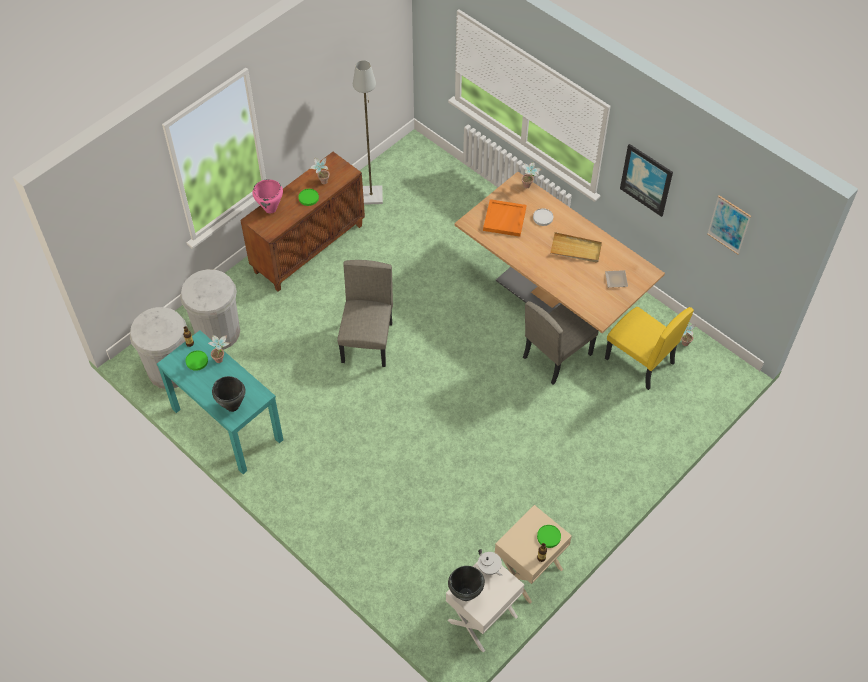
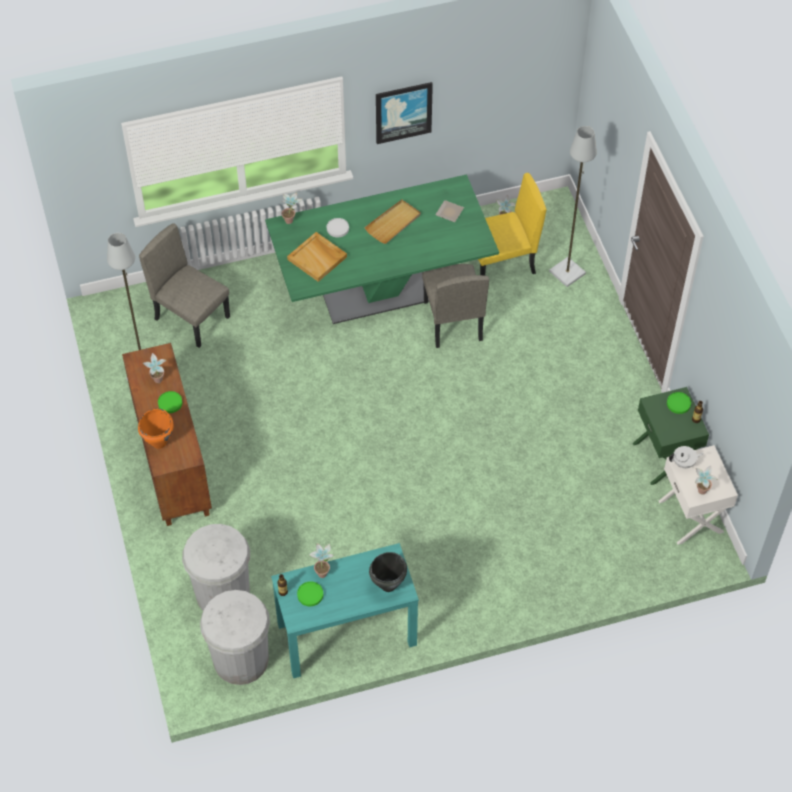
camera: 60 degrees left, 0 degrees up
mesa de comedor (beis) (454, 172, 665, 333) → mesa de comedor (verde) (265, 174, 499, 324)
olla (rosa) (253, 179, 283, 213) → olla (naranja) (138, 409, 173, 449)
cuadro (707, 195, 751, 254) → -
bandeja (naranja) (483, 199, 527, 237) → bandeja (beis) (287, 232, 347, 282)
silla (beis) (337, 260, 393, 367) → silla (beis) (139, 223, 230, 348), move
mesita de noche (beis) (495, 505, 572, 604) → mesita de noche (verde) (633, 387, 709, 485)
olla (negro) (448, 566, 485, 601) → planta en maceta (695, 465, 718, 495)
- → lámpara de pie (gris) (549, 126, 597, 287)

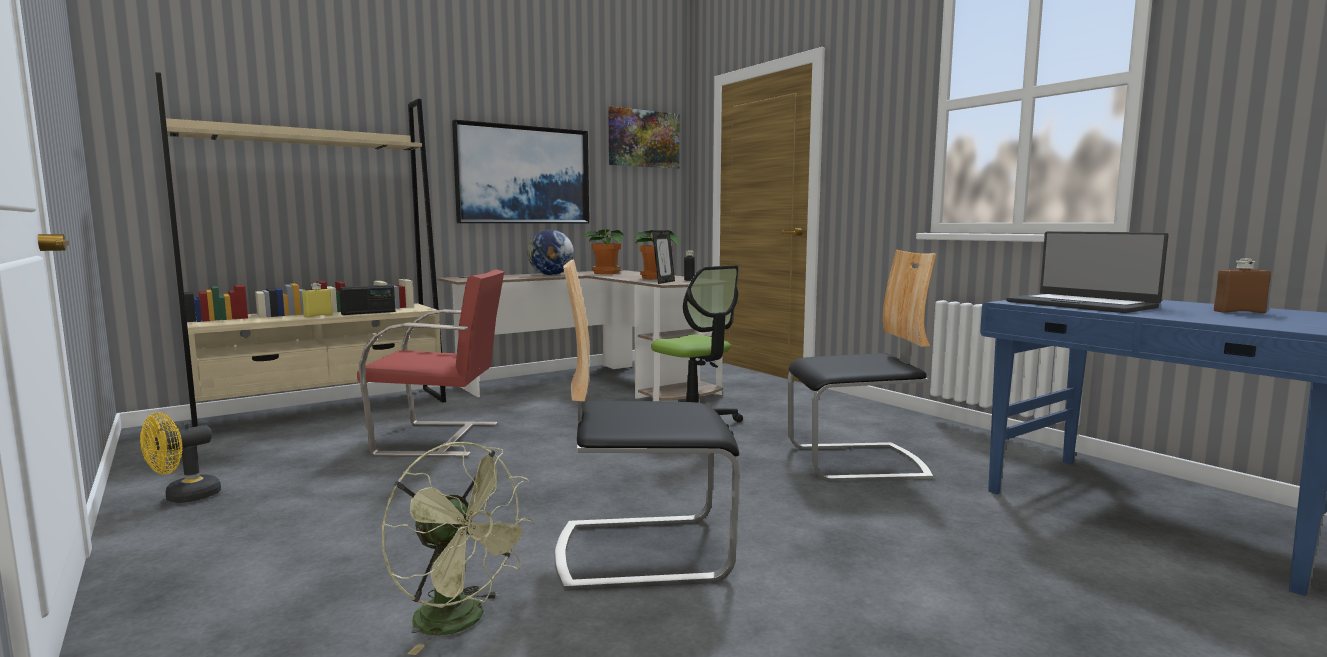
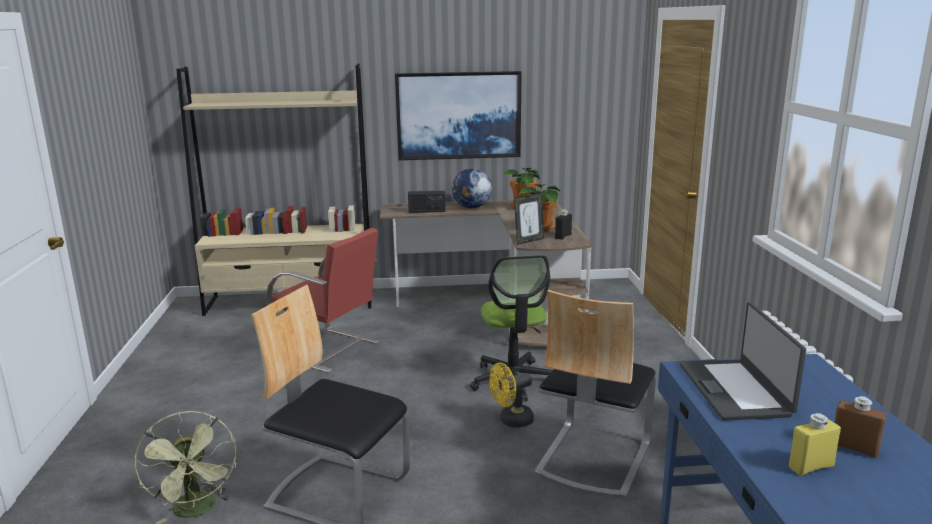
camera: 30 degrees right, 10 degrees up
cuadro (608, 107, 680, 169) → -
silla (787, 250, 936, 482) → silla (534, 290, 656, 498), 90 degrees clockwise
botella (amarillo) (302, 283, 333, 318) → botella (amarillo) (789, 413, 841, 476), move
radio (339, 285, 396, 315) → radio (408, 191, 446, 213), move
ventilador (amarillo) (140, 413, 221, 503) → ventilador (amarillo) (489, 363, 534, 428), move

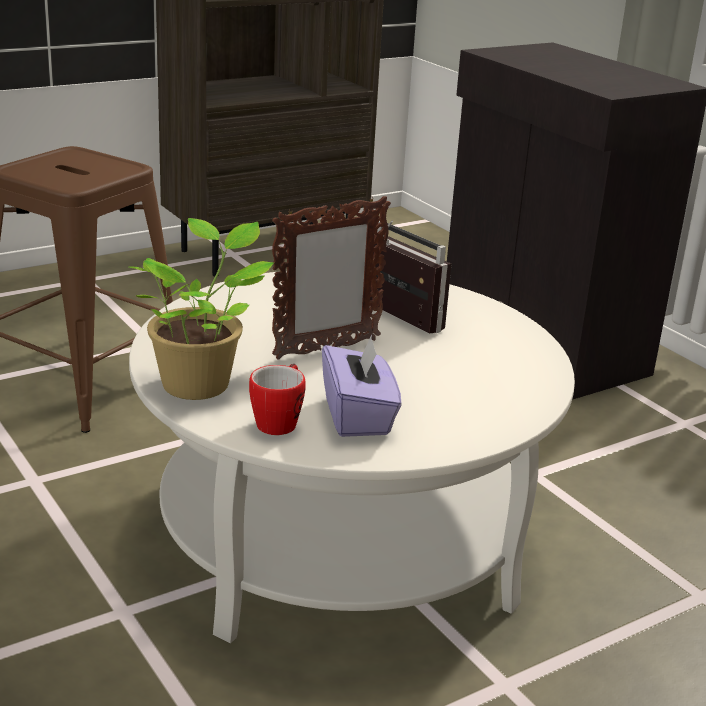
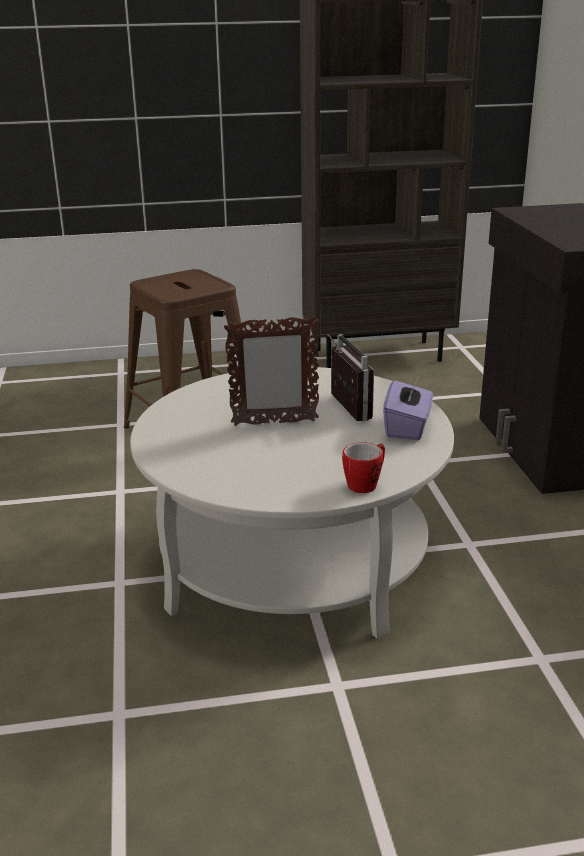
camera: 25 degrees right, 0 degrees up
planta en maceta (129, 218, 274, 400) → -
caja de pañuelos (morado) (322, 335, 402, 437) → caja de pañuelos (morado) (383, 375, 433, 440), move
taza grande (249, 364, 306, 435) → taza grande (342, 442, 385, 493), move

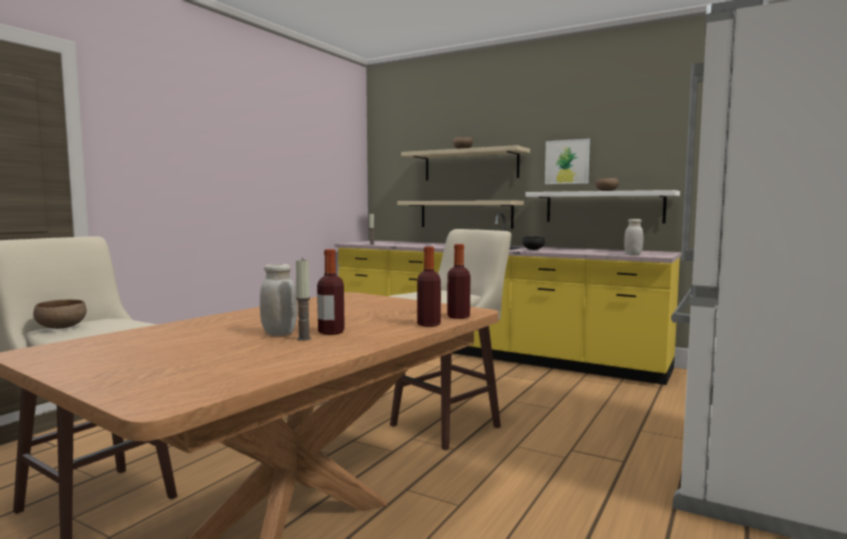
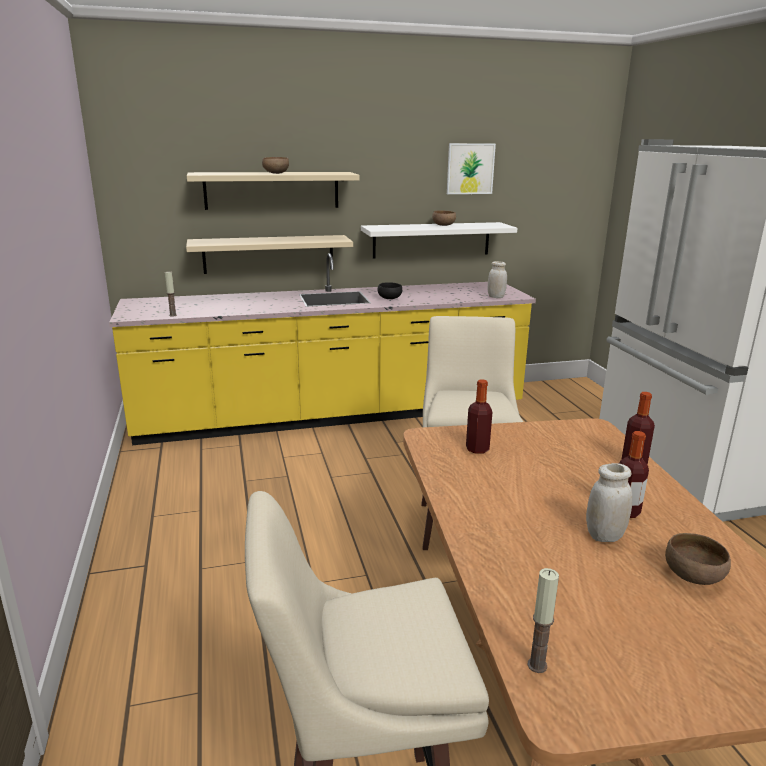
camera: 45 degrees left, 15 degrees up
cuadro (545, 139, 590, 184) → cuadro (447, 143, 496, 194), move
botella (447, 244, 470, 319) → botella (466, 379, 492, 454), move
vela (296, 258, 311, 341) → vela (528, 568, 559, 673), move
cuenco (marrón) (33, 300, 87, 329) → cuenco (marrón) (665, 533, 731, 585), move

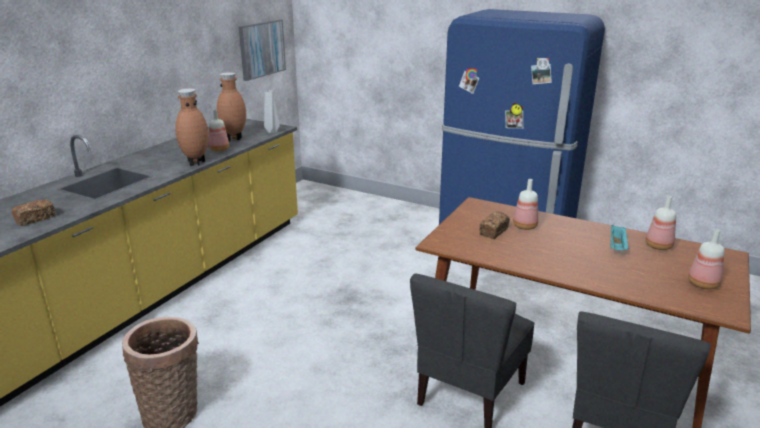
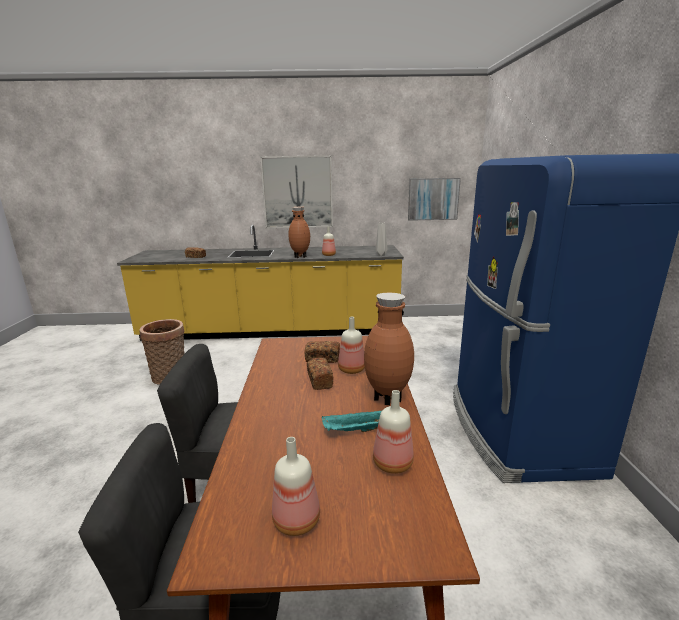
camera: 60 degrees right, 5 degrees down
florero (marrón) (217, 72, 246, 142) → florero (marrón) (364, 293, 414, 405), move
- → cuadro (260, 155, 333, 229)
- → pan (307, 358, 333, 390)

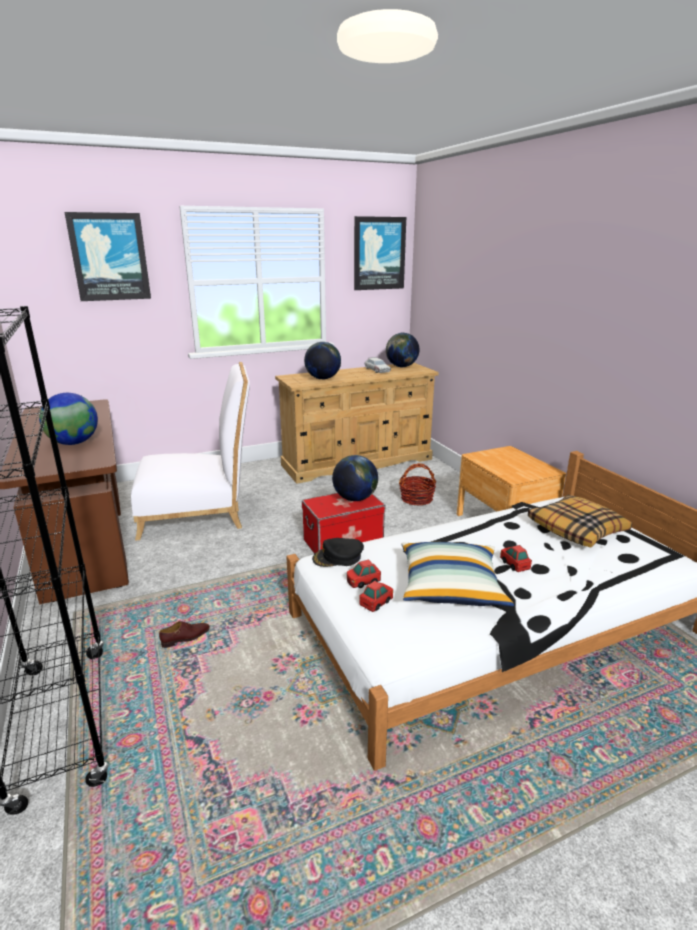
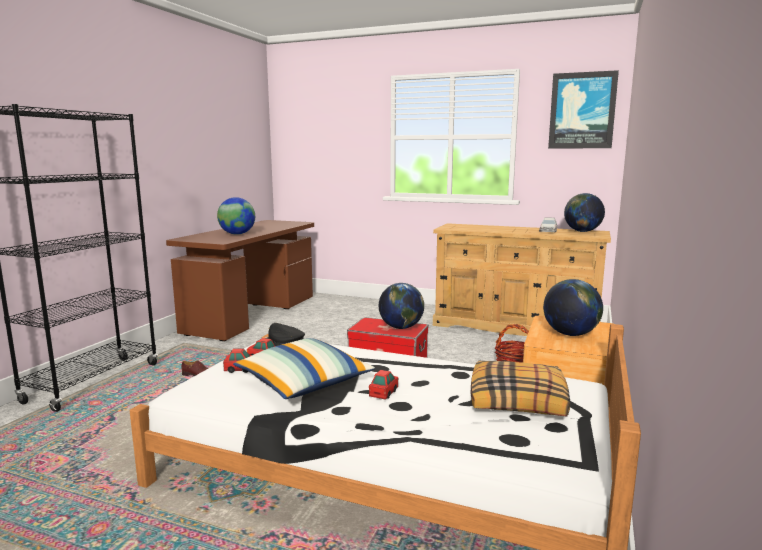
camera: 45 degrees right, 10 degrees down
cuadro (64, 212, 151, 301) → -
globo terráqueo (304, 342, 341, 379) → globo terráqueo (543, 279, 603, 336), move
silla (blanco) (131, 362, 250, 541) → -

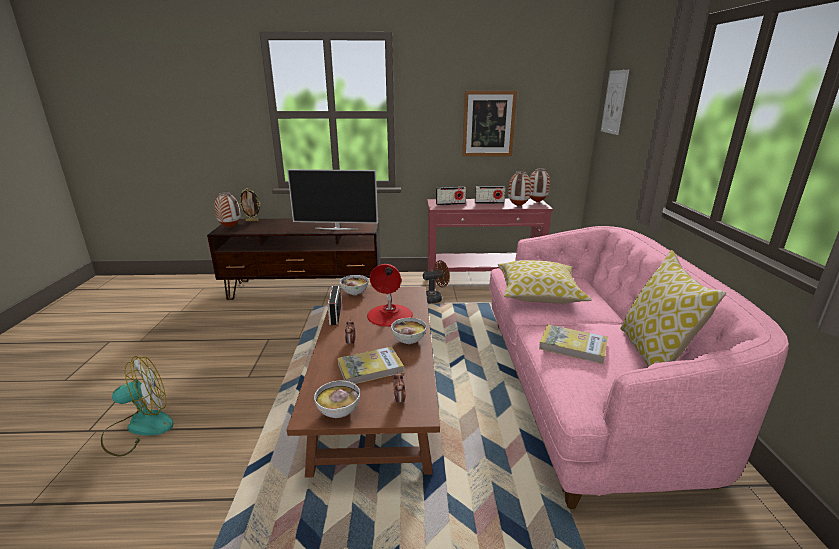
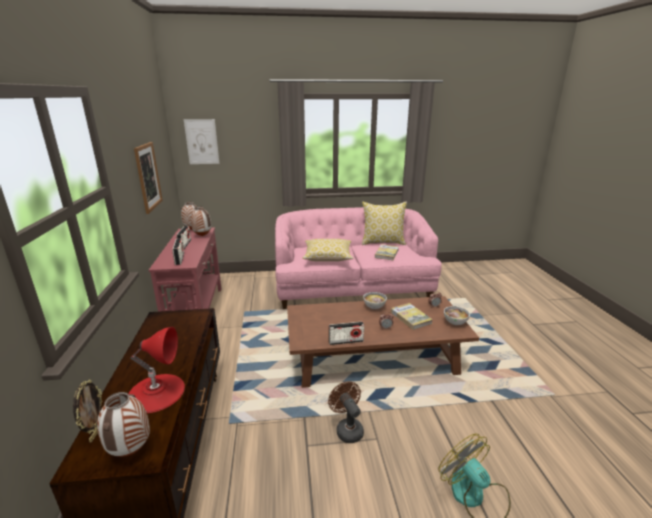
camera: 95 degrees left, 0 degrees up
televisor (287, 169, 378, 230) → -
ventilador (marrón) (423, 260, 449, 304) → ventilador (marrón) (328, 381, 364, 443), move
lámpara de mesa (rojo) (367, 264, 413, 327) → lámpara de mesa (rojo) (128, 327, 185, 413), move
cuenco (340, 275, 369, 295) → -

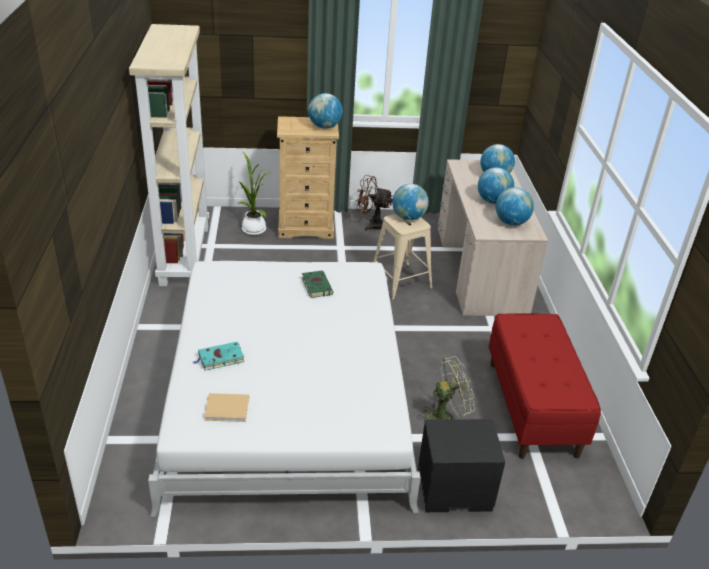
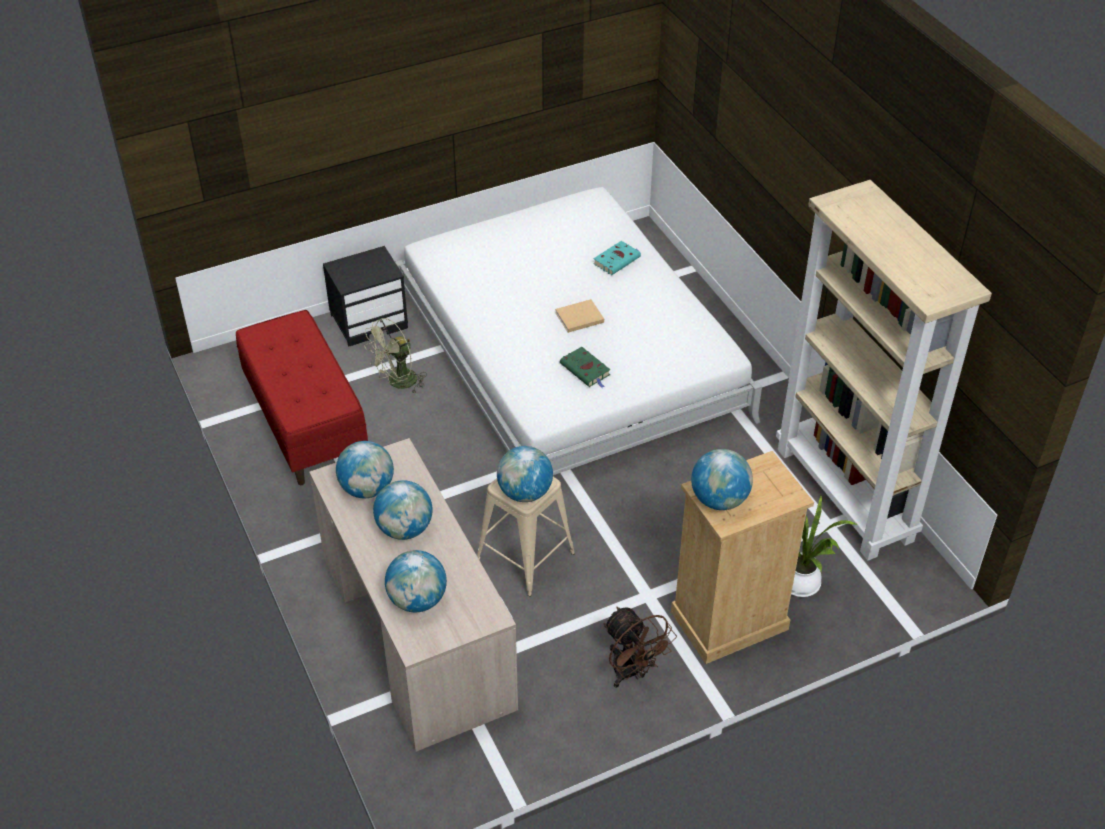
camera: 160 degrees right, 10 degrees up
ventilador (marrón) (356, 175, 393, 231) → ventilador (marrón) (603, 607, 677, 688), 60 degrees clockwise
libro (beis) (204, 393, 249, 422) → libro (beis) (555, 299, 604, 333), move

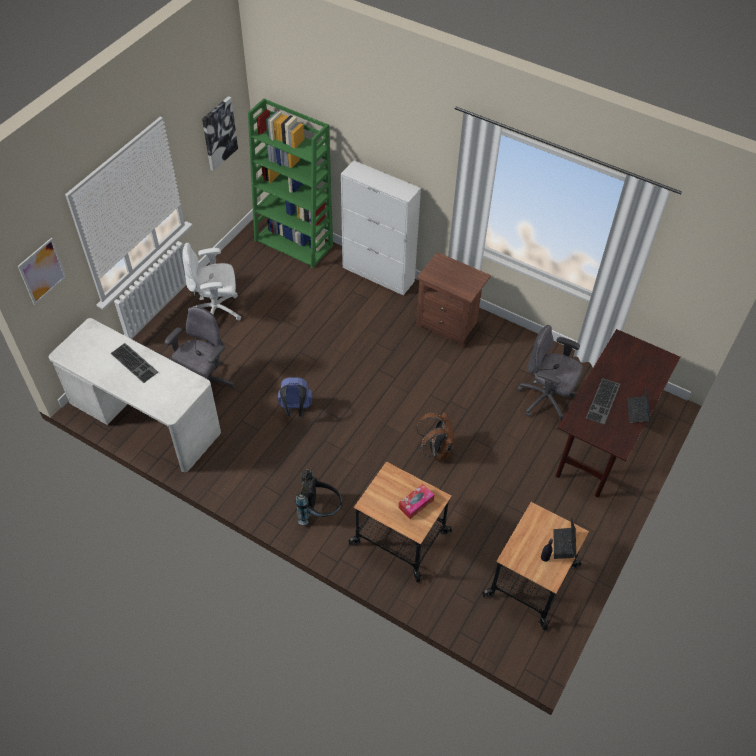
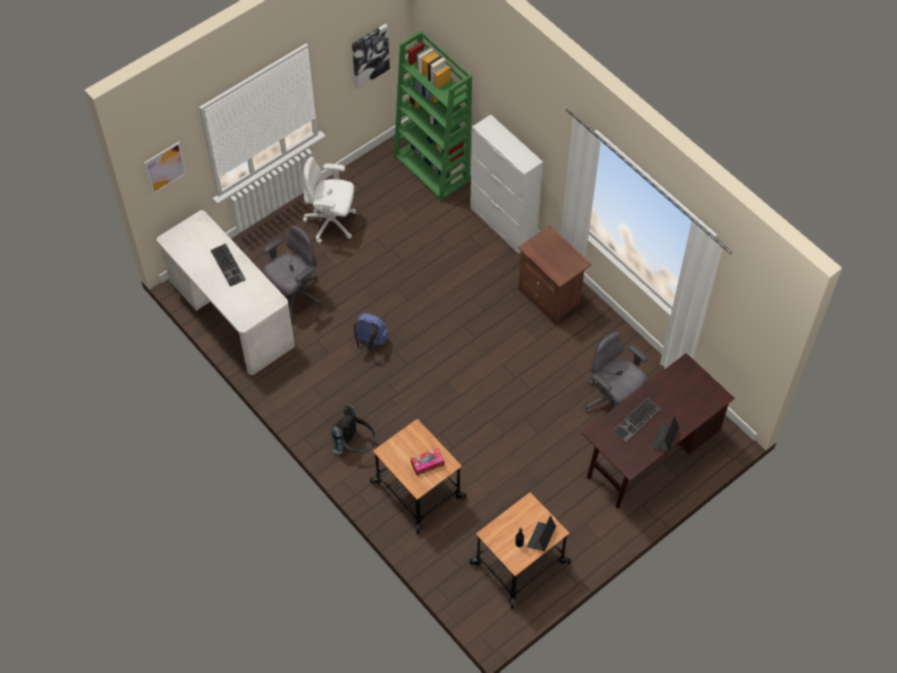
camera: 20 degrees right, 5 degrees up
mochila (marrón) (416, 412, 454, 460) → -

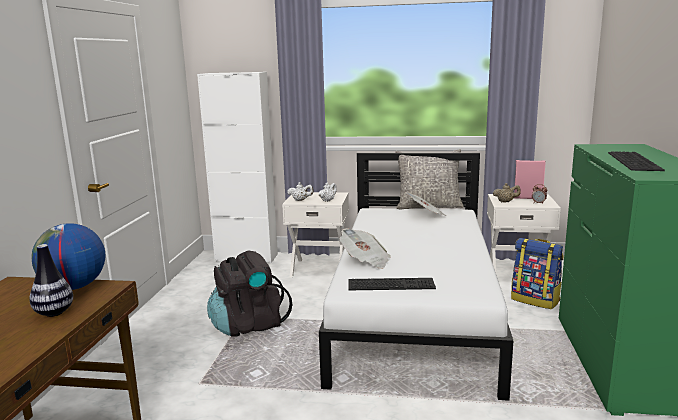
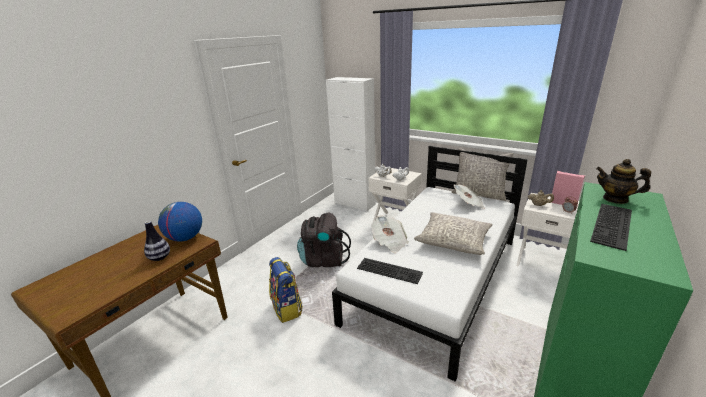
camera: 25 degrees right, 10 degrees up
mochila (511, 238, 563, 309) → mochila (269, 257, 303, 323), move
- → tetera (596, 159, 651, 204)
- → cojín (gris) (414, 212, 493, 255)

